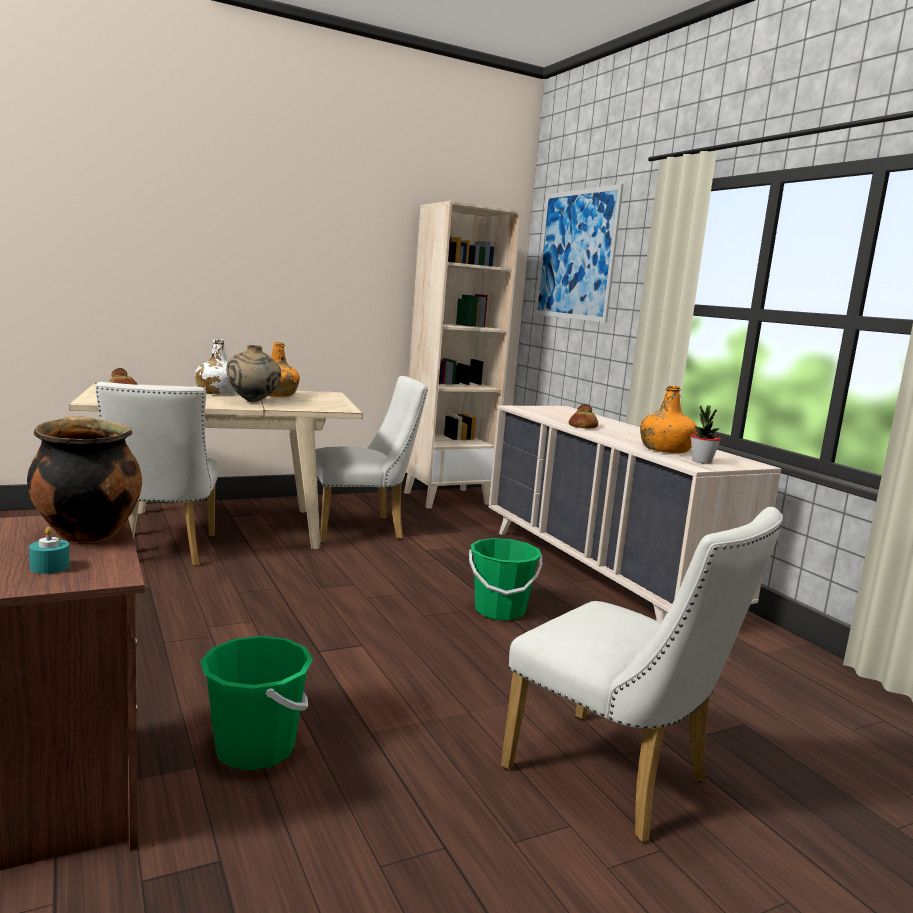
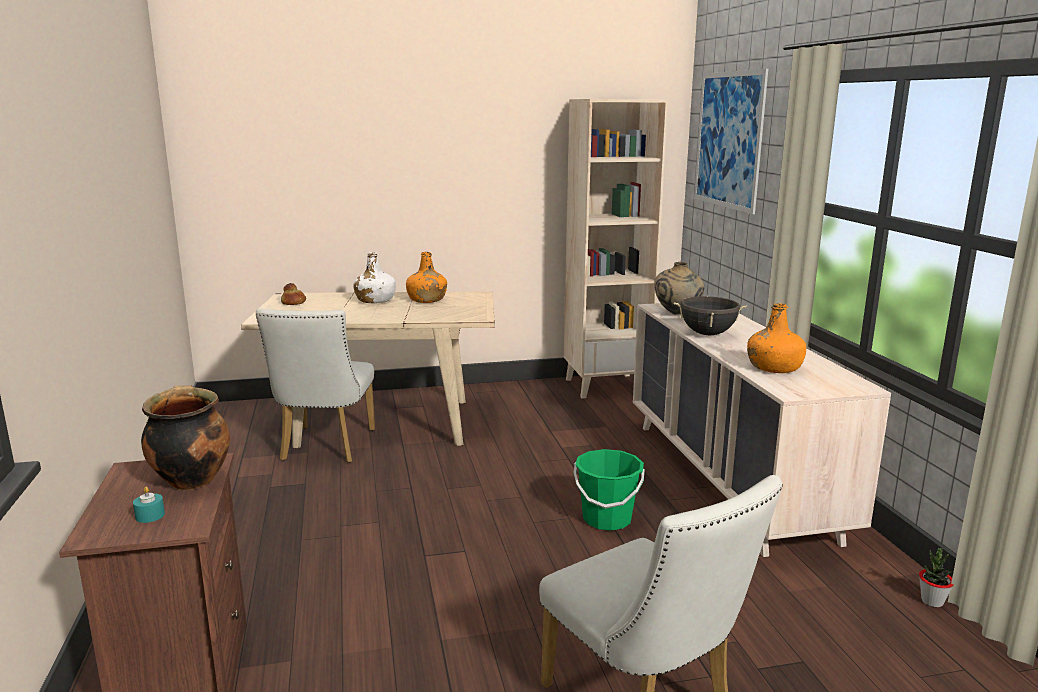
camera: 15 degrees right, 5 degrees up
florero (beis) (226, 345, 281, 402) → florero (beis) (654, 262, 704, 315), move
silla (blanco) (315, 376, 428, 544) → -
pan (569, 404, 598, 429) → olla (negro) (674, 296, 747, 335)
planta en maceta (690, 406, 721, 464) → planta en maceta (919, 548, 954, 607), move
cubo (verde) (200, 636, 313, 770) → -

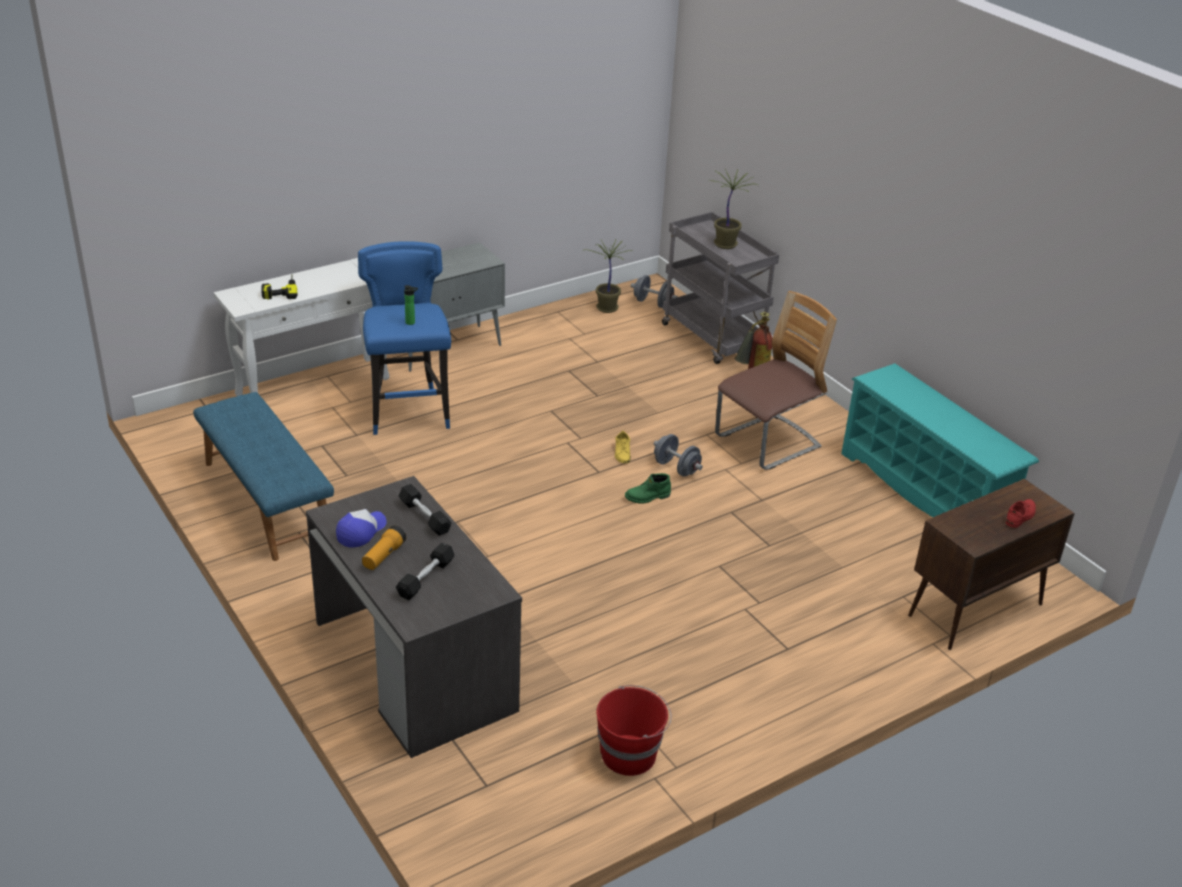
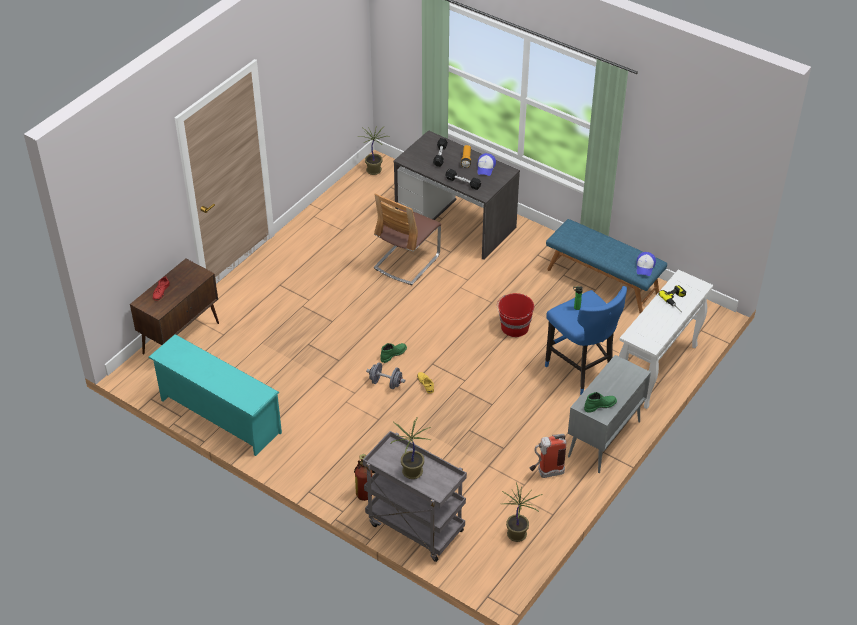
camera: 160 degrees right, 10 degrees up
mancuerna (gris) (631, 275, 678, 308) → -
silla (715, 291, 837, 470) → silla (374, 194, 441, 285), move
cubo (rojo) (597, 685, 672, 776) → cubo (rojo) (497, 293, 534, 337), move
- → planta en maceta (358, 125, 390, 175)
- → gorra (637, 252, 656, 276)
- → bota (verde) (584, 392, 617, 413)
- → extintor (529, 434, 567, 478)

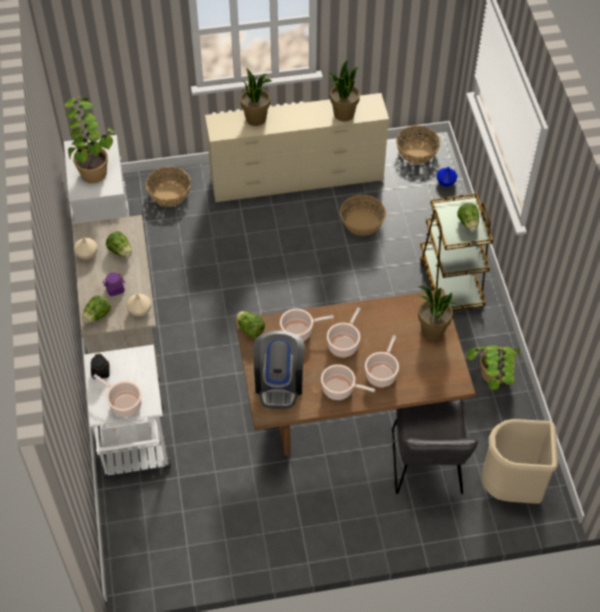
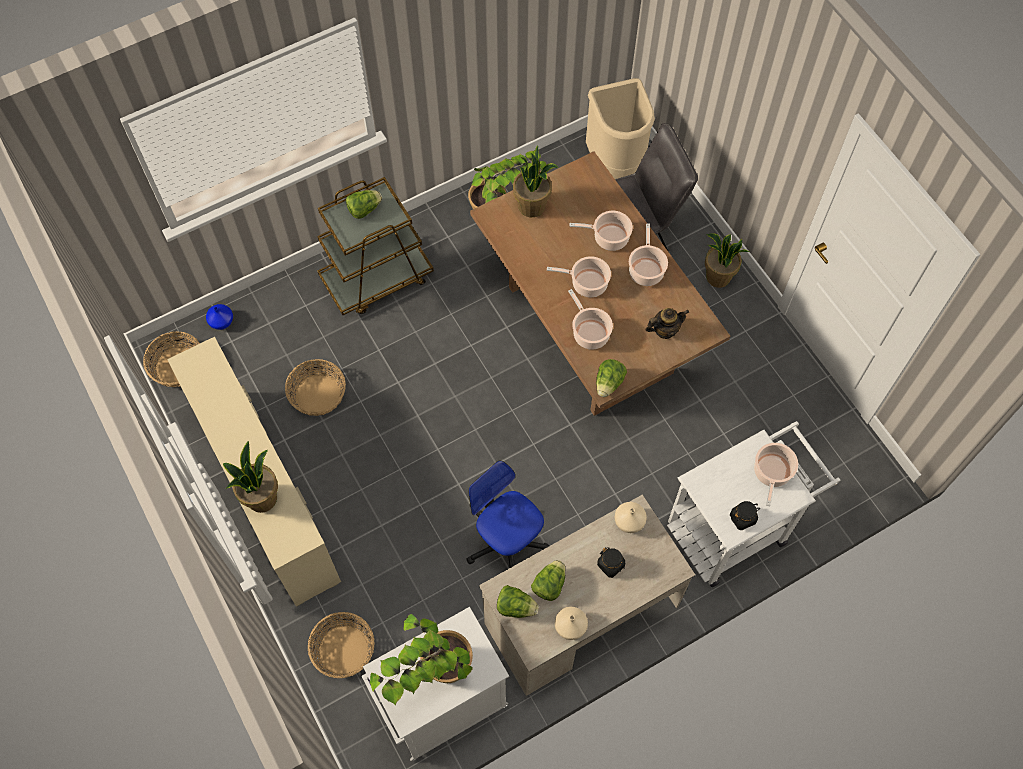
camera: 110 degrees left, 10 degrees up
planta en maceta (329, 59, 360, 121) → planta en maceta (705, 233, 749, 288), move
tarro (morado) (102, 272, 125, 296) → tarro (negro) (597, 547, 625, 578)
lechuga (82, 295, 111, 323) → lechuga (497, 585, 539, 618), move
cafetera (253, 330, 305, 409) → tetera (645, 308, 689, 339)
- → silla de oficina (466, 461, 549, 568)

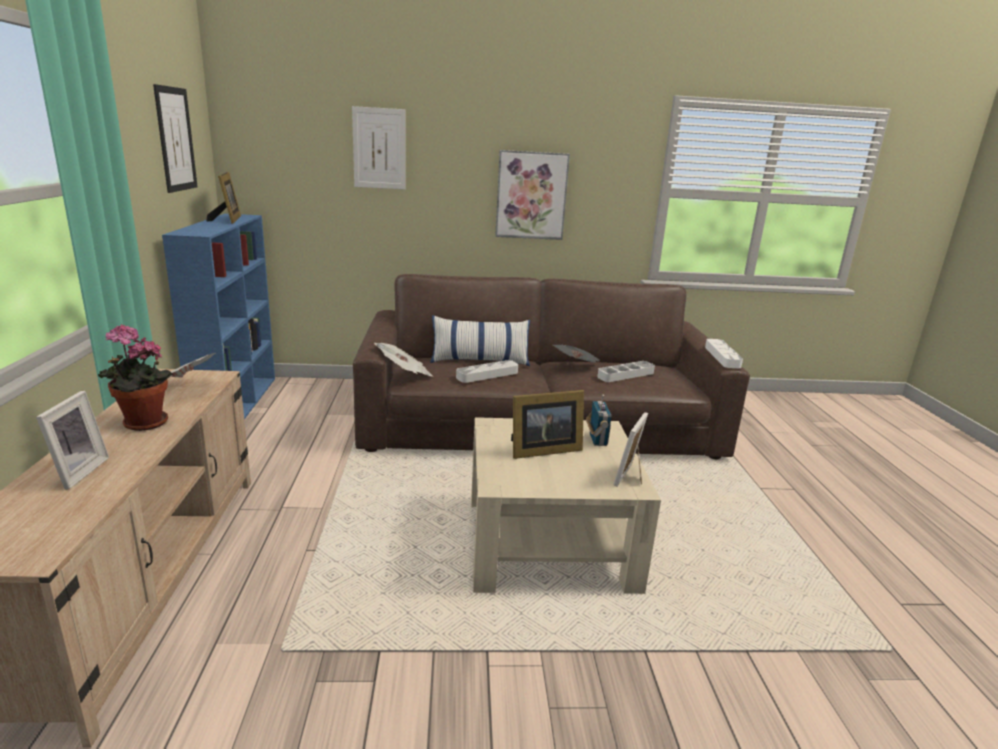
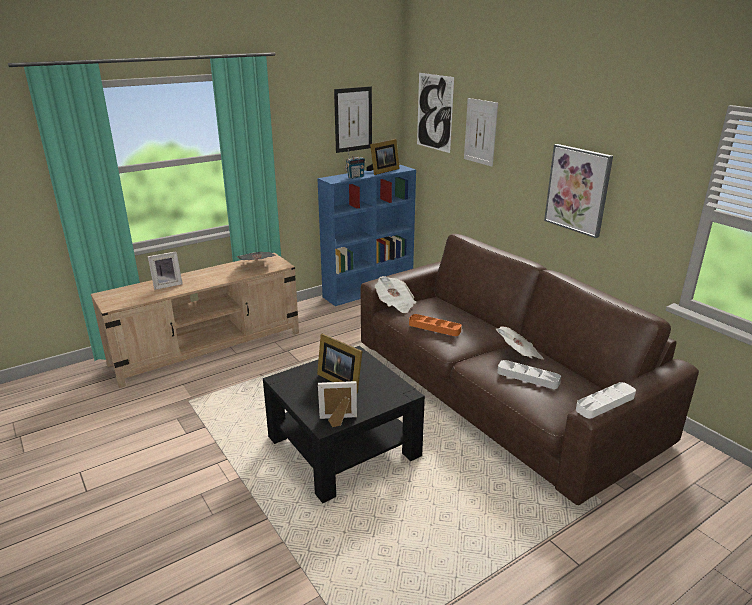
camera: 60 degrees right, 5 degrees up
cojín (430, 315, 530, 366) → -
planta en maceta (98, 324, 173, 431) → -
bandeja (gris) (456, 360, 518, 383) → bandeja (naranja) (409, 314, 462, 336)
radio (586, 395, 612, 446) → radio (345, 150, 365, 179), move
mesa de centro (beis) (471, 417, 661, 594) → mesa de centro (negro) (263, 346, 425, 503)
- → cuadro (417, 73, 454, 153)

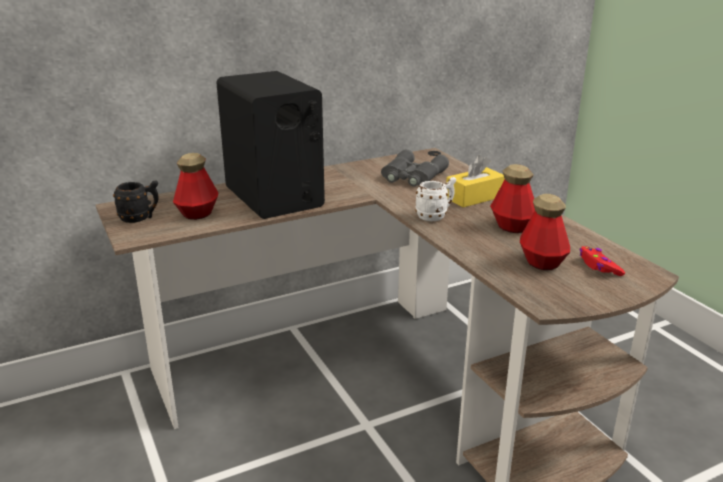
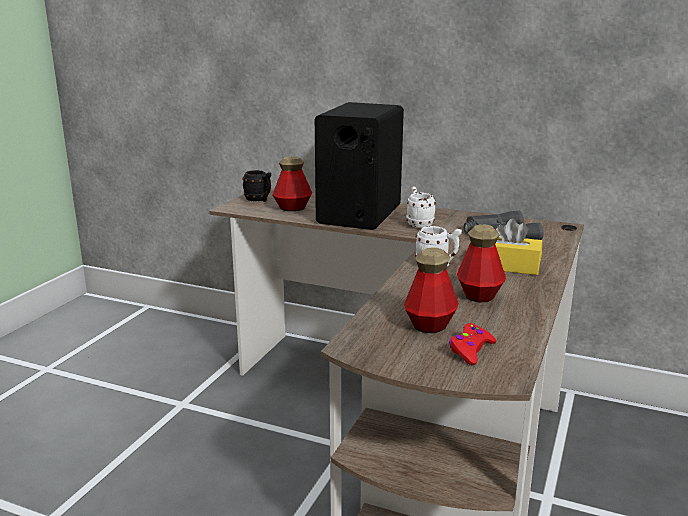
camera: 50 degrees right, 5 degrees down
- → taza grande (blanco) (406, 186, 436, 228)

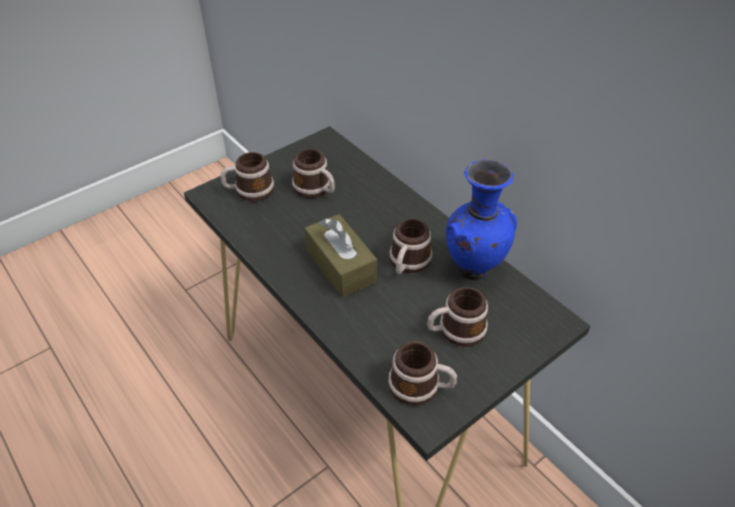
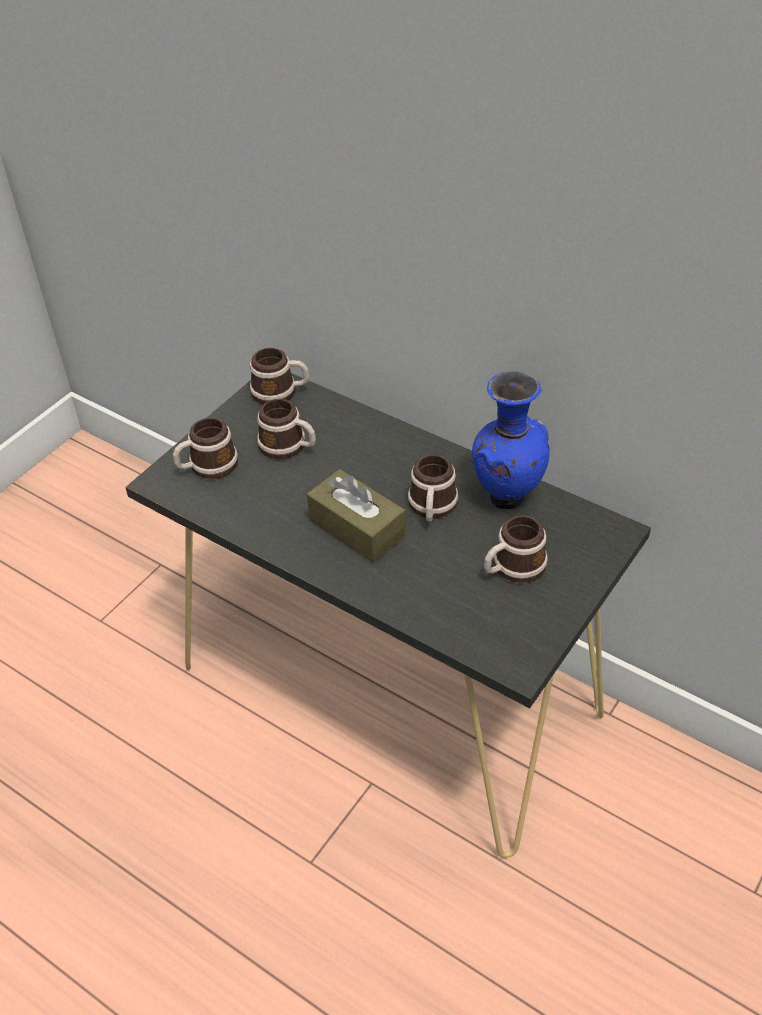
camera: 15 degrees left, 0 degrees up
taza grande (388, 341, 457, 406) → taza grande (250, 348, 309, 404), move

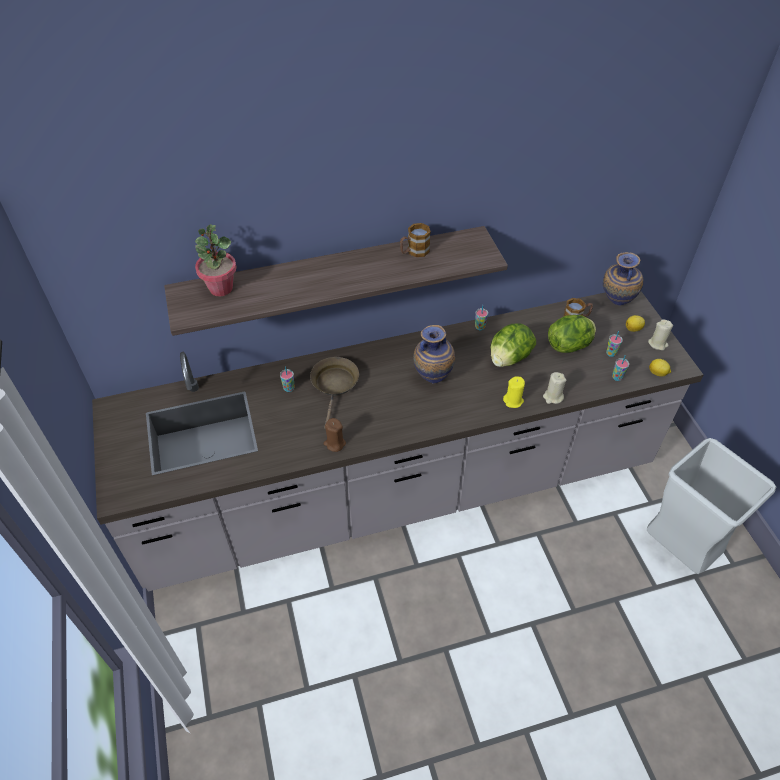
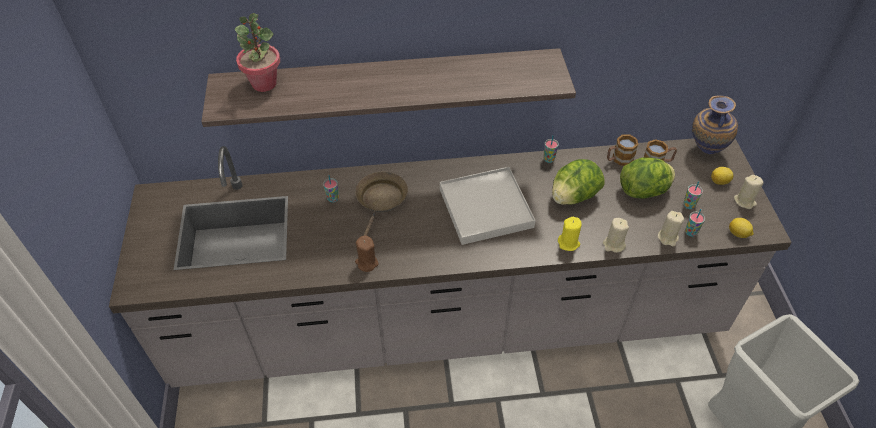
camera: 10 degrees right, 0 degrees up
taza grande (400, 223, 431, 257) → taza grande (607, 134, 639, 166), move
florero (413, 325, 455, 384) → bandeja (blanco) (440, 167, 536, 245)
- → vela (beis) (658, 211, 684, 247)

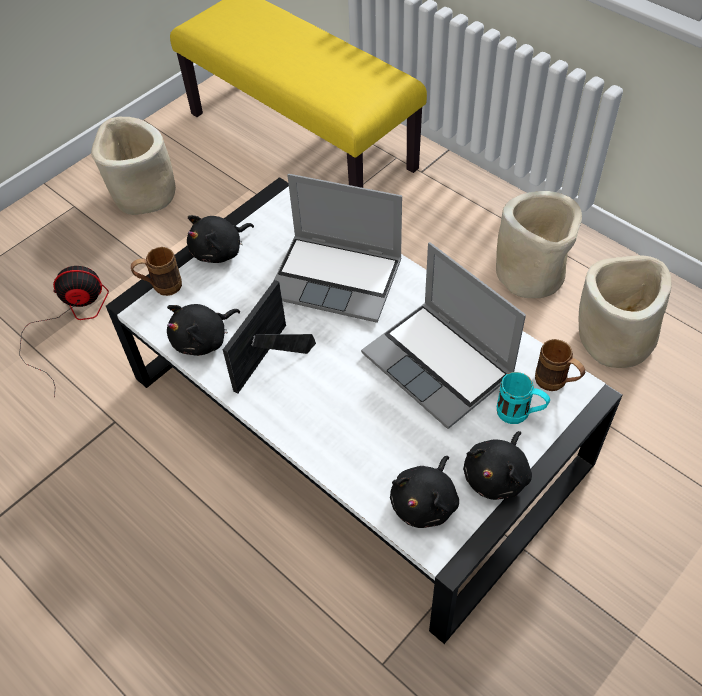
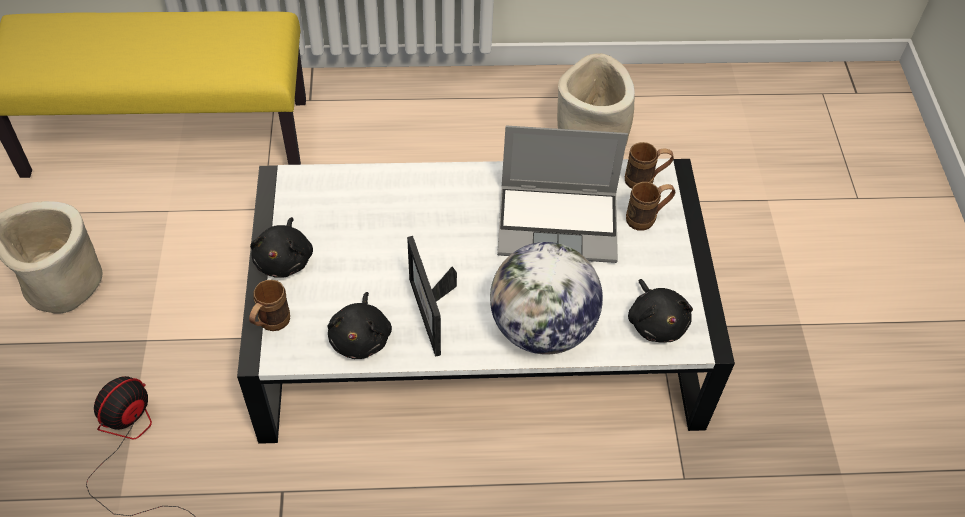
camera: 50 degrees left, 0 degrees up
portátil (274, 174, 402, 323) → -
maceta (beis) (496, 191, 582, 298) → -
taza grande (turquesa) (497, 372, 550, 424) → taza grande (marrón) (626, 182, 675, 231)
peluche (negro) (463, 431, 532, 500) → -
- → globo terráqueo (490, 242, 603, 355)

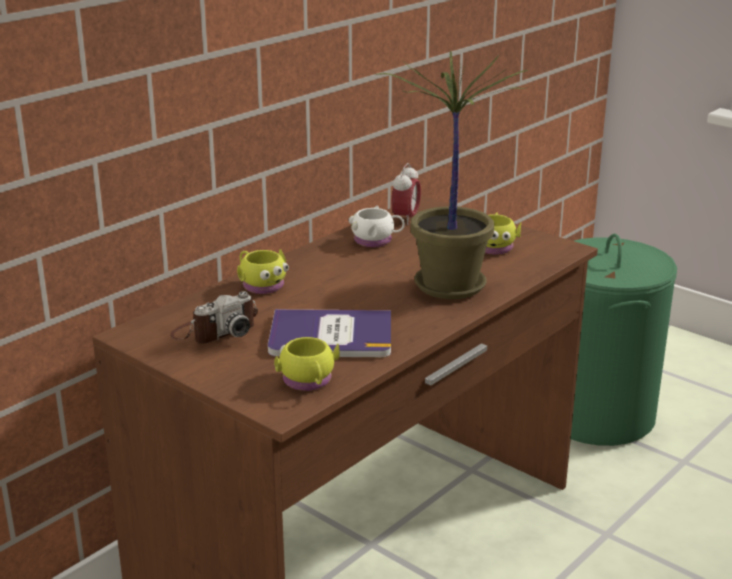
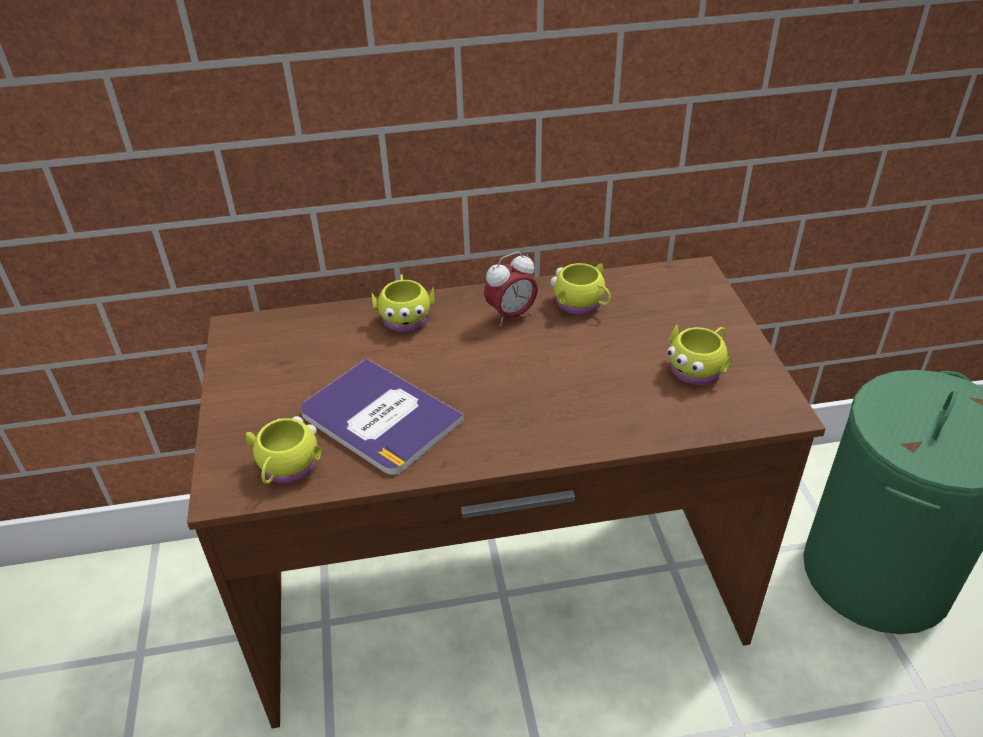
camera: 40 degrees right, 15 degrees up
planta en maceta (378, 50, 528, 299) → -
despertador (391, 163, 421, 225) → despertador (484, 252, 538, 326), move
taza grande (blanco) (348, 206, 405, 247) → taza grande (amarillo) (550, 263, 611, 315)
cámara (170, 291, 258, 344) → -

